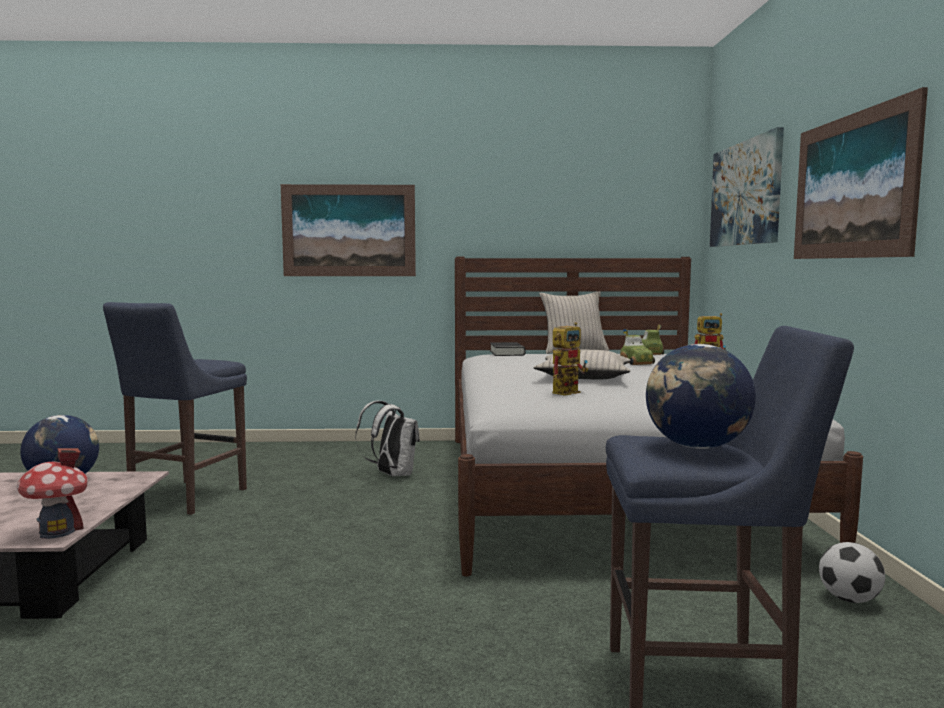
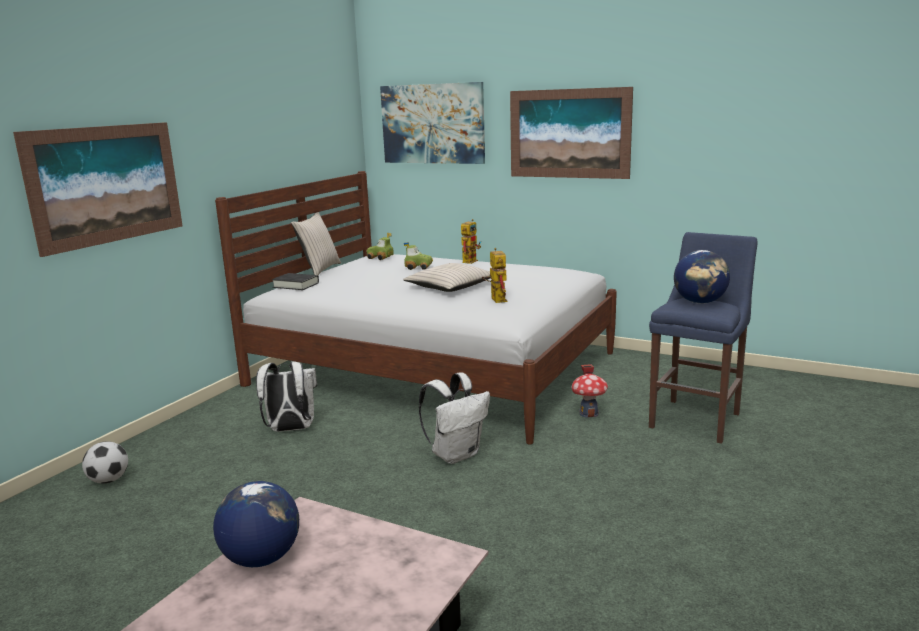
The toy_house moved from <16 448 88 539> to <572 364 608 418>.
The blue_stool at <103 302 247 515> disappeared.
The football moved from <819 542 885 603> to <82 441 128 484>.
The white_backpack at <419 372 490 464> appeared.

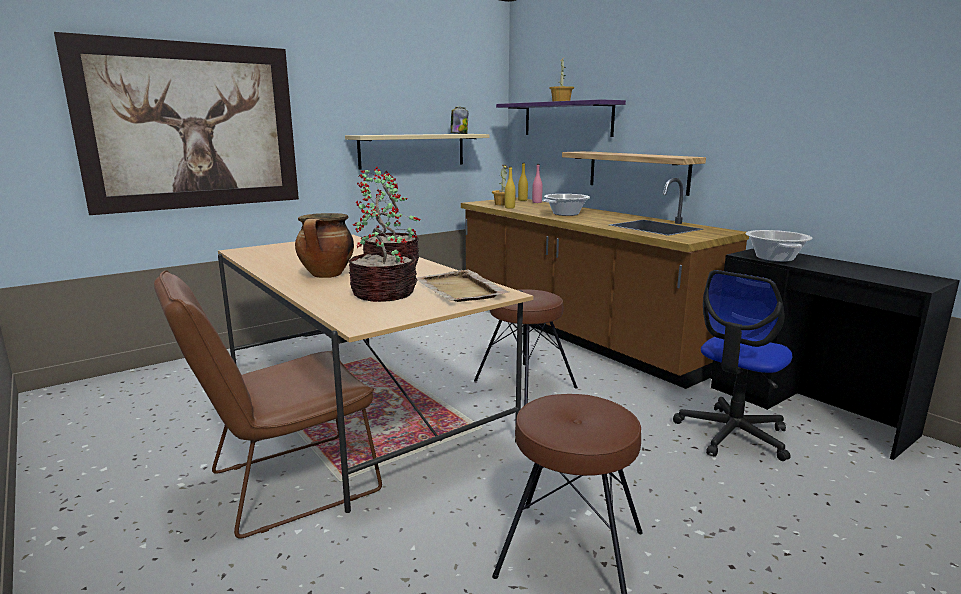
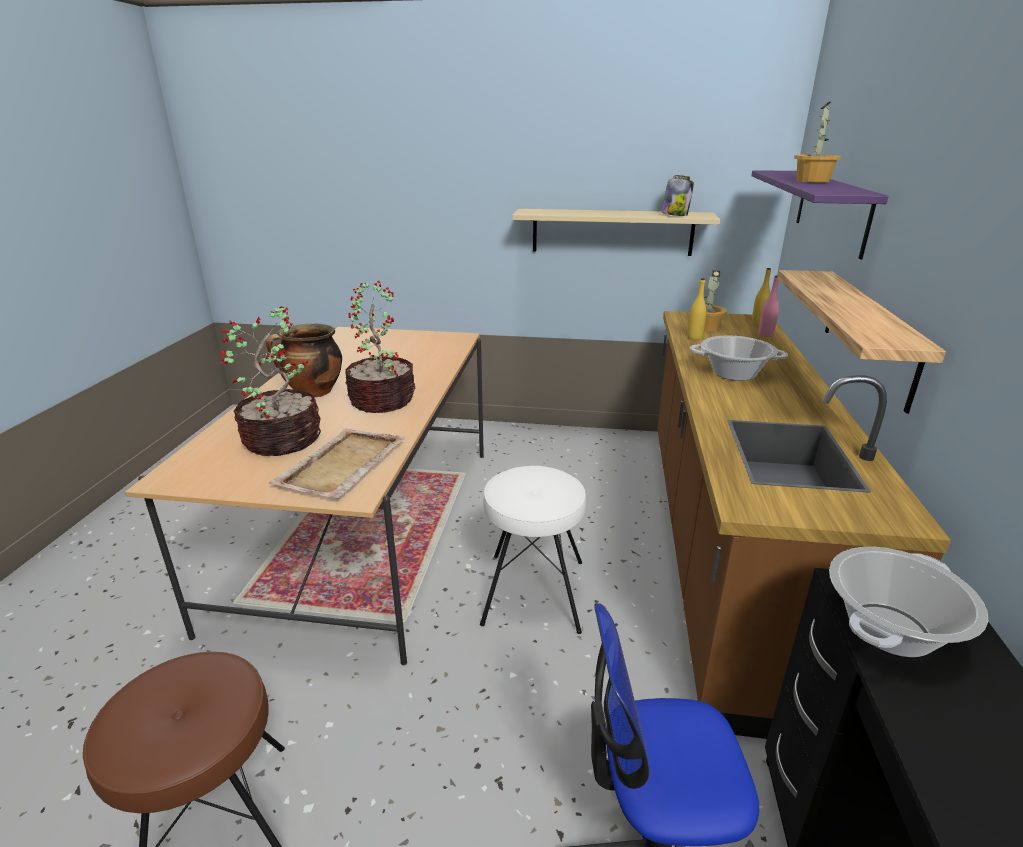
The picture at <54 32 299 215> disappeared.
The brown_chair at <154 270 382 539> disappeared.
The brown_stool at <474 289 578 405> became the white_stool at <480 466 586 634>.

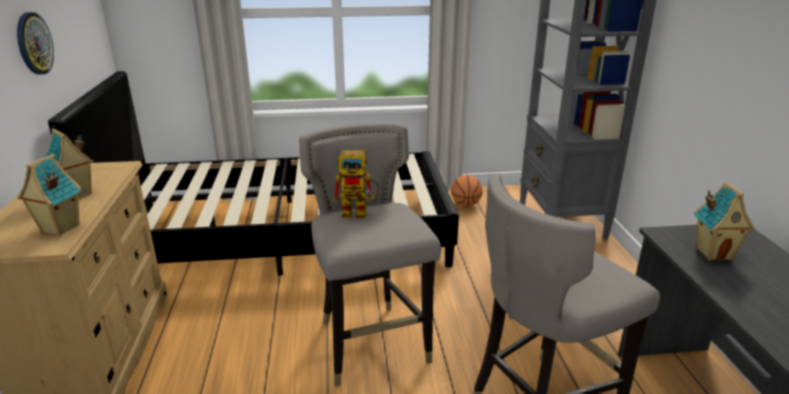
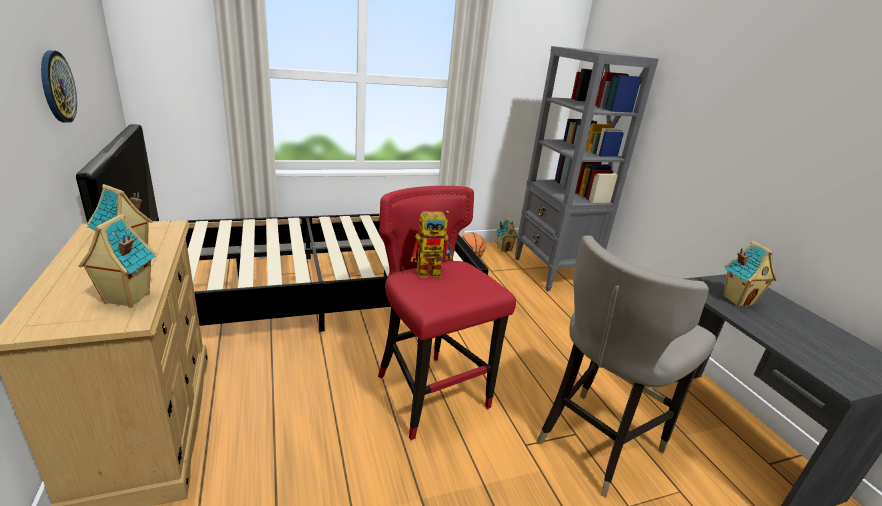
The grey_stool at <299 123 441 387> became the red_stool at <378 186 516 440>.
The toy_house at <496 217 517 252> appeared.

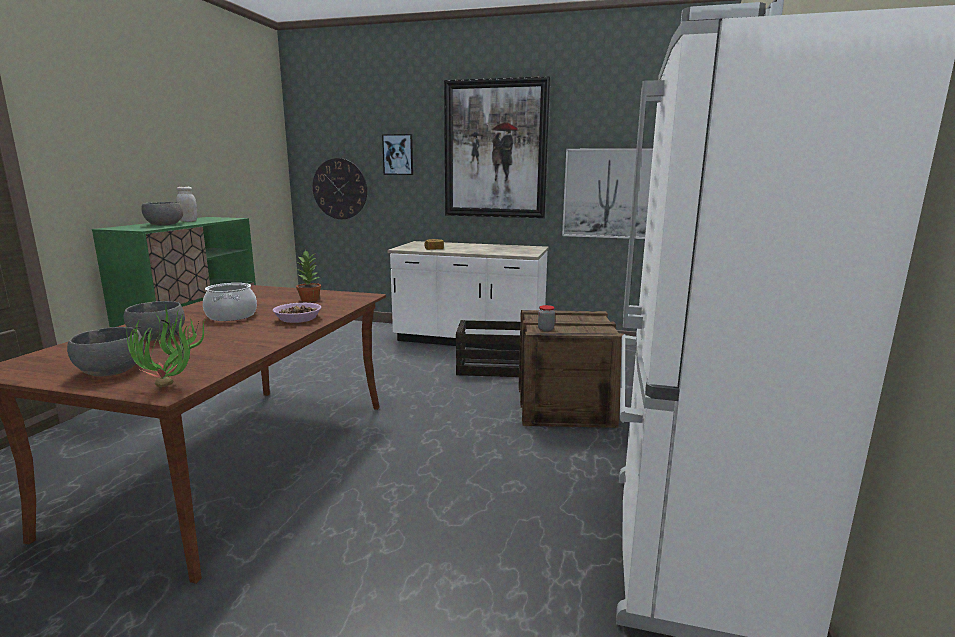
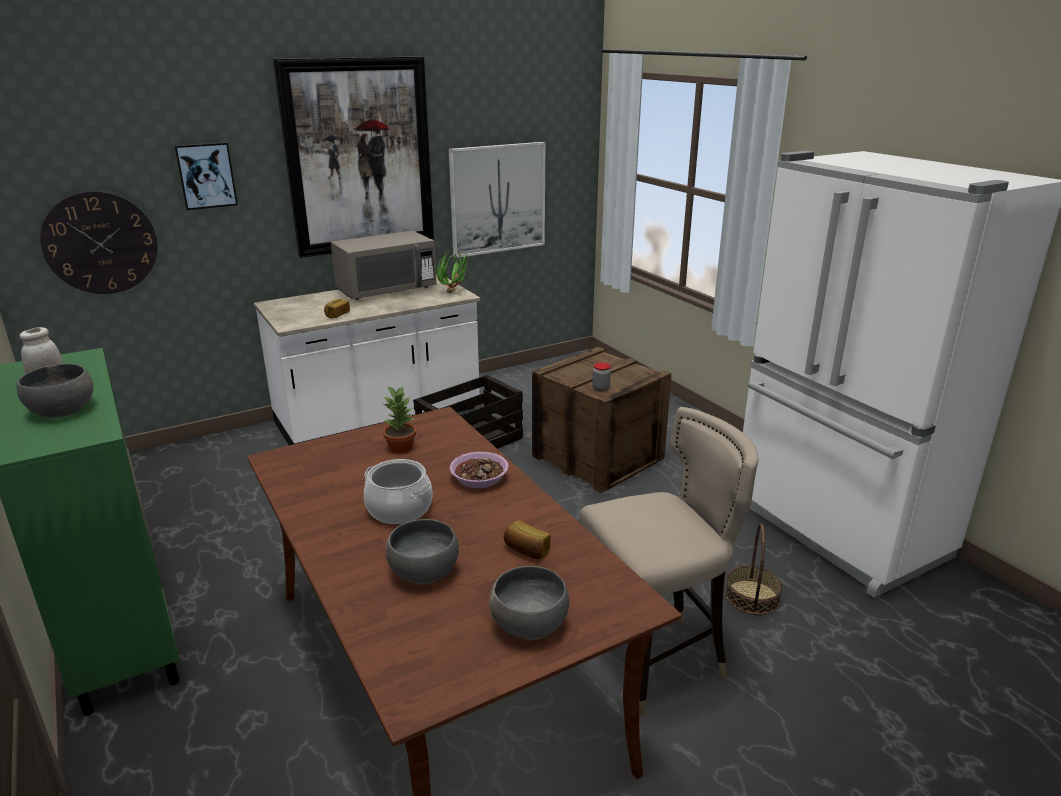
The potted_plant moved from <126 306 204 387> to <436 250 470 293>.
The grey_microwave at <331 231 437 300> appeared.
The bread at <504 520 551 559> appeared.
The beige_stool at <579 407 759 716> appeared.
The basket at <725 523 782 615> appeared.

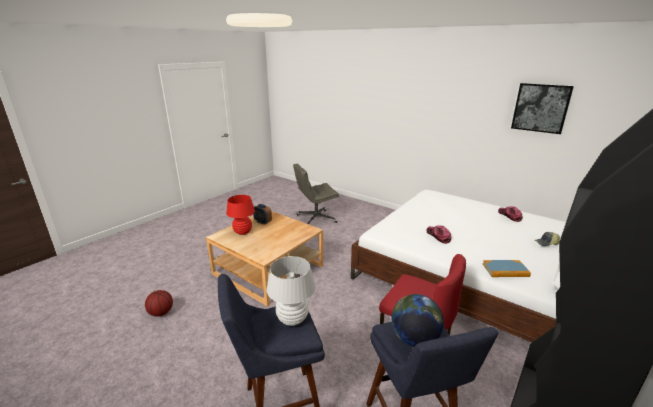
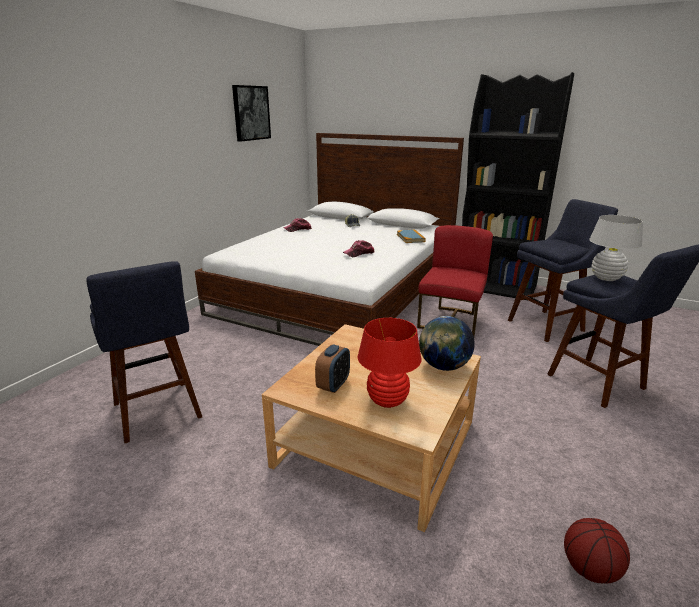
The grey_office_chair at <293 164 339 224> was replaced by the blue_stool at <86 261 202 443>.
The globe moved from <391 294 444 347> to <419 316 475 371>.

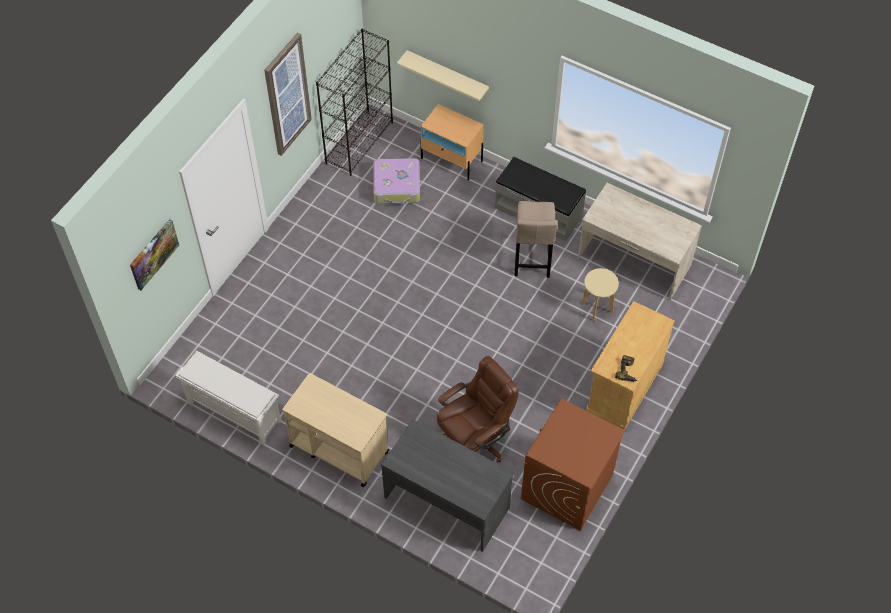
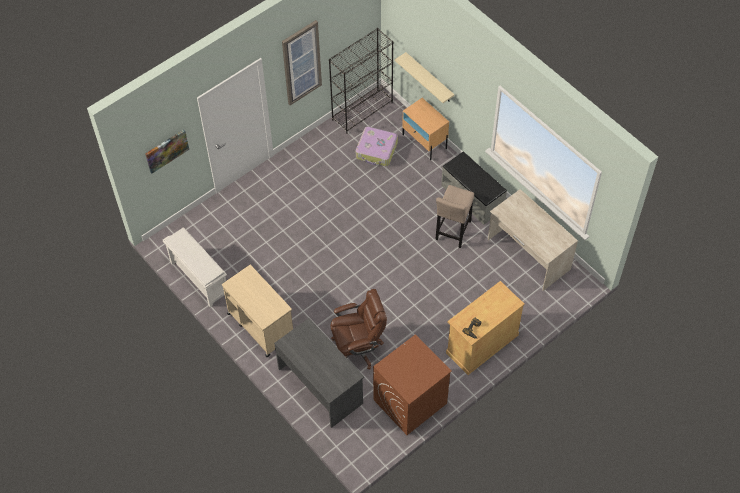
The beige_stool at <581 268 619 322> disappeared.

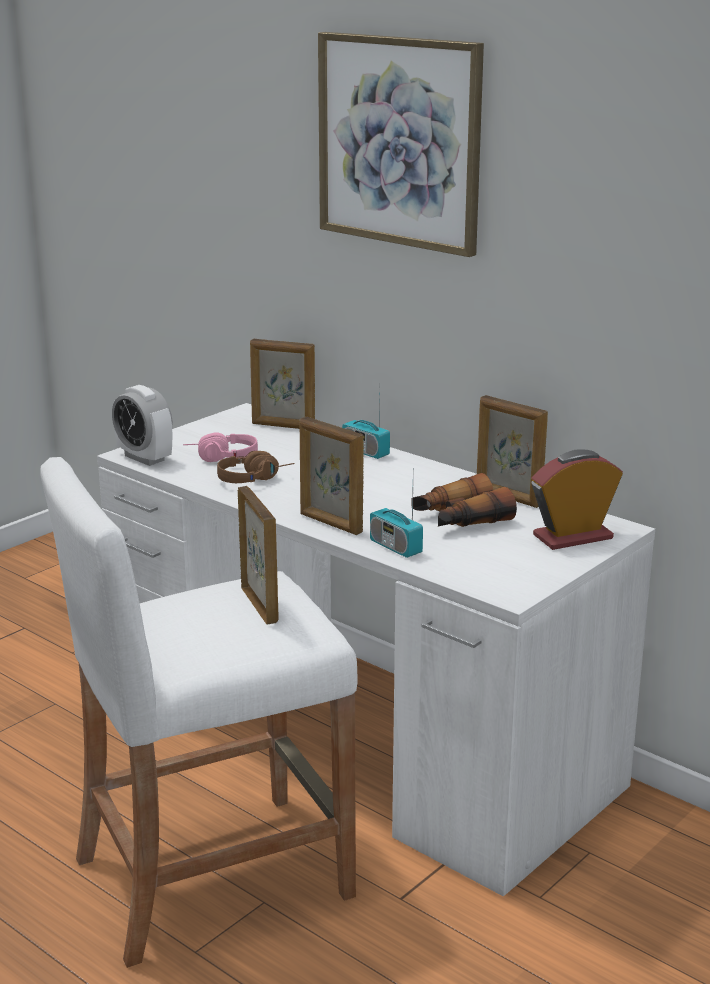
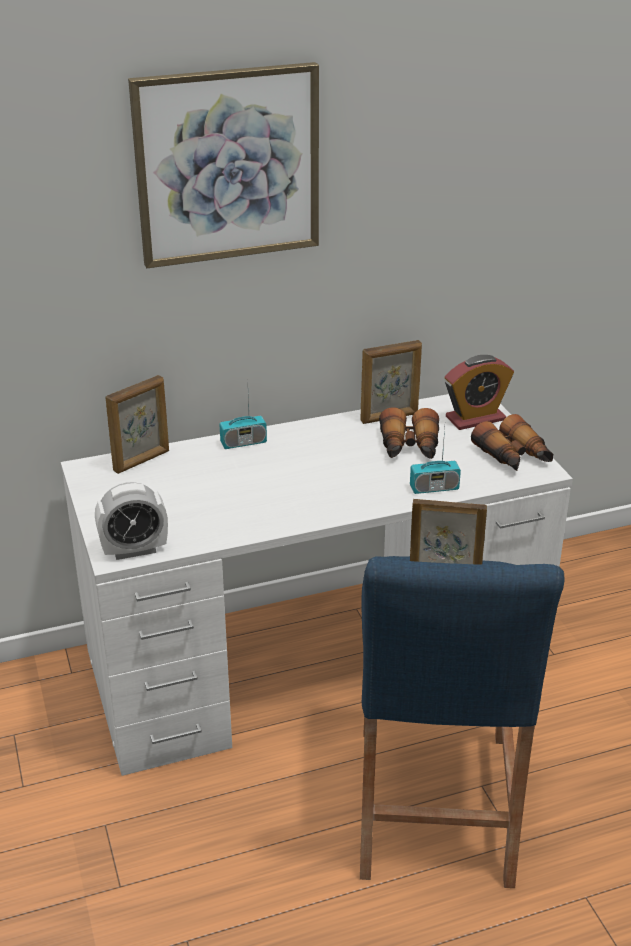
The white_stool at <40 457 358 968> became the blue_stool at <360 556 565 888>.
The pink_headphones at <183 432 258 462> disappeared.
The brown_headphones at <217 451 295 483> disappeared.
The picture_frame at <299 417 364 535> disappeared.
The alarm_clock at <531 449 623 550> turned 120 degrees counterclockwise.
The binoculars at <471 414 553 471> appeared.

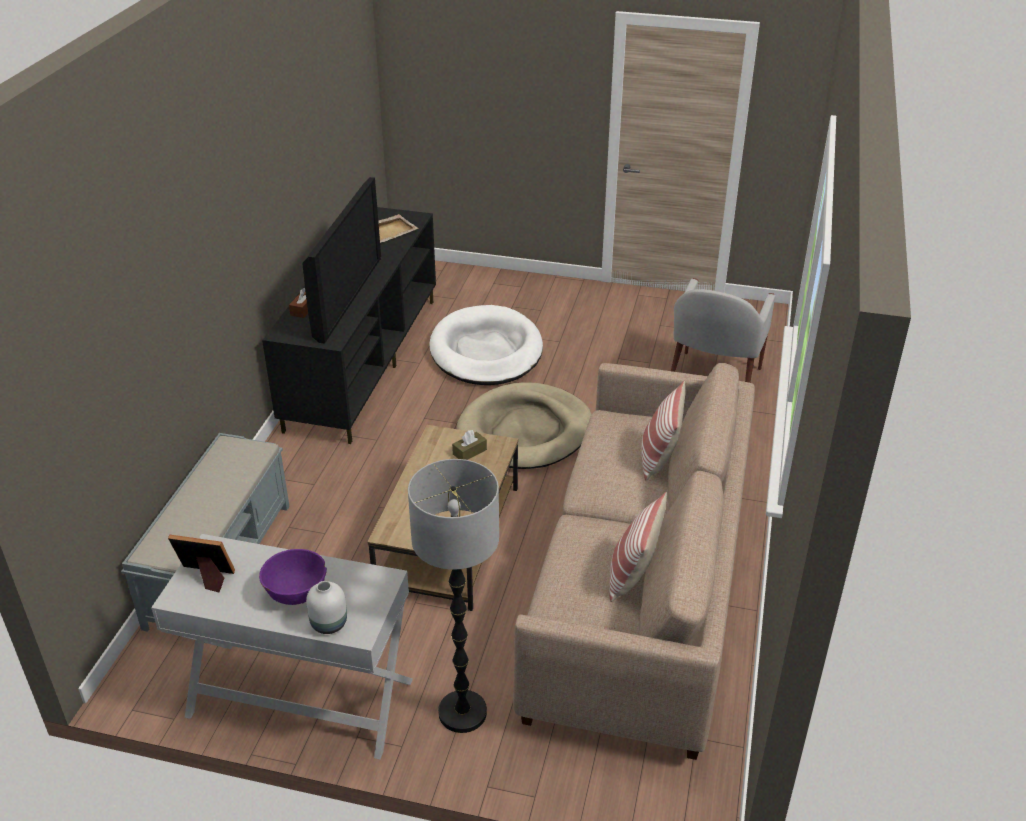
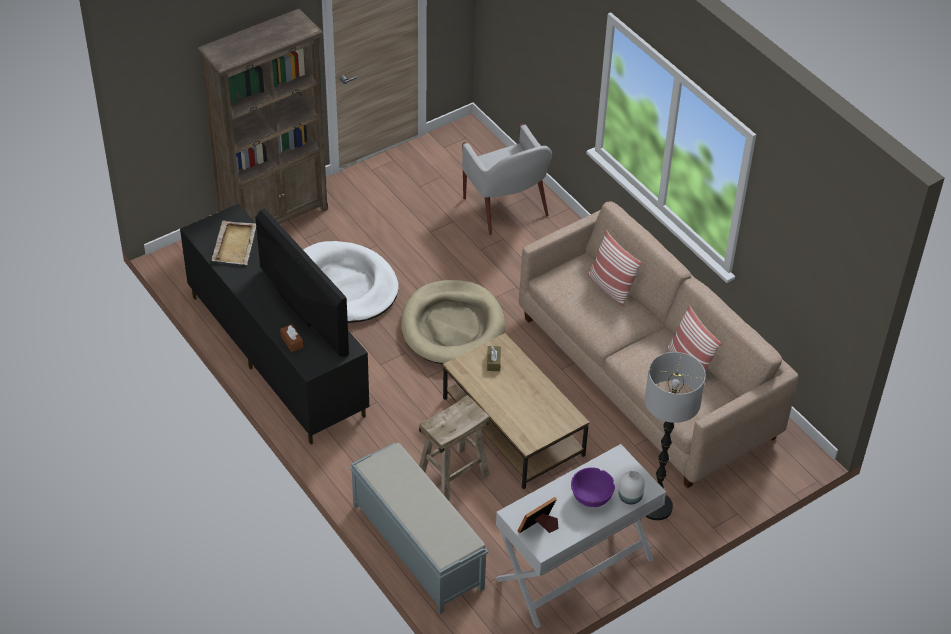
The brown_bookcase at <197 9 328 224> appeared.
The beige_stool at <419 395 490 501> appeared.

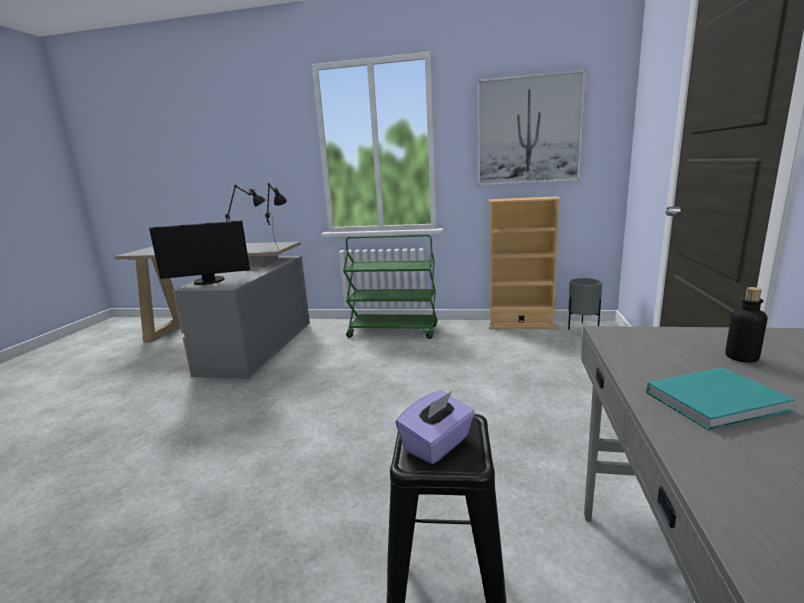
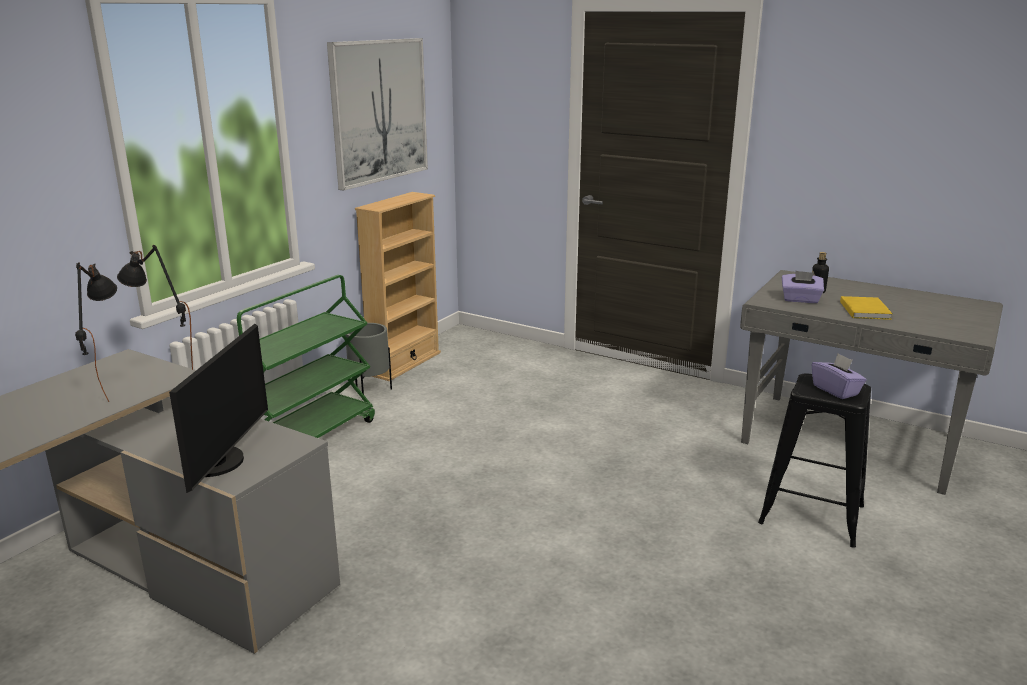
The grey_planter moved from <568 278 602 329> to <346 323 392 394>.
The turquoise_book at <647 368 795 431> became the yellow_book at <840 296 893 320>.
The purple_tissue_box at <782 271 824 303> appeared.

